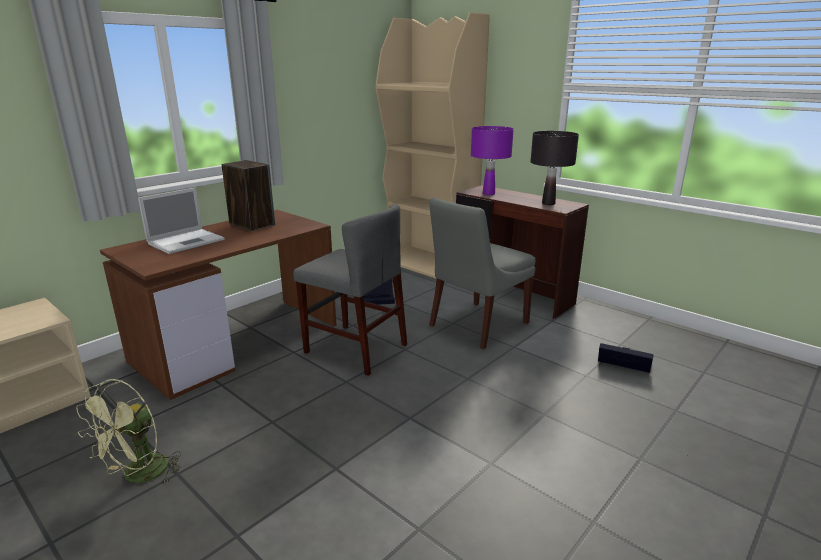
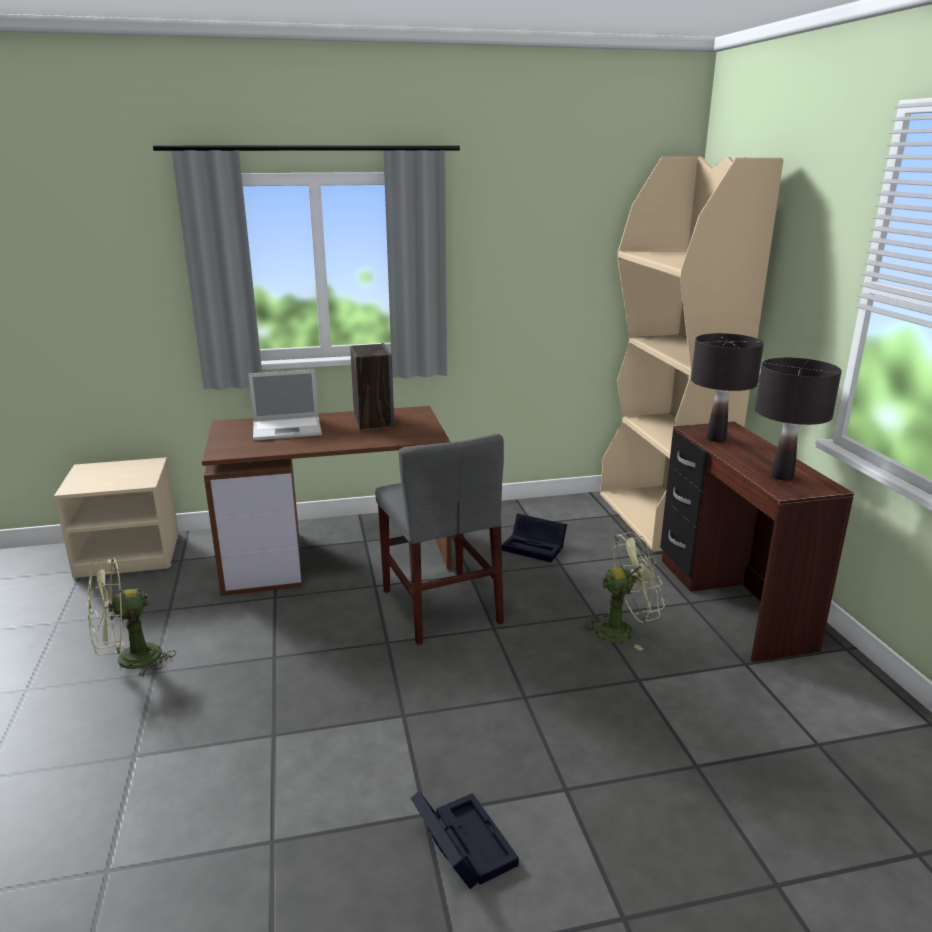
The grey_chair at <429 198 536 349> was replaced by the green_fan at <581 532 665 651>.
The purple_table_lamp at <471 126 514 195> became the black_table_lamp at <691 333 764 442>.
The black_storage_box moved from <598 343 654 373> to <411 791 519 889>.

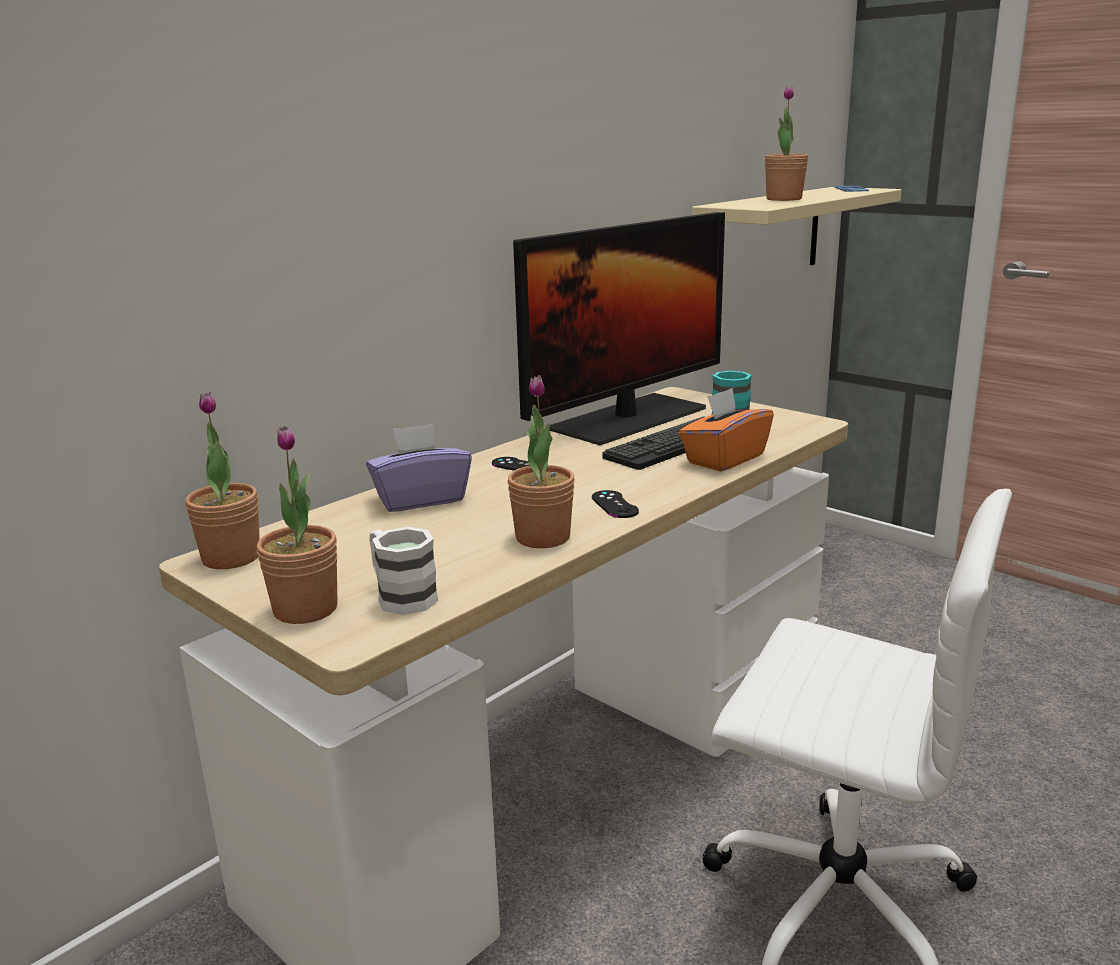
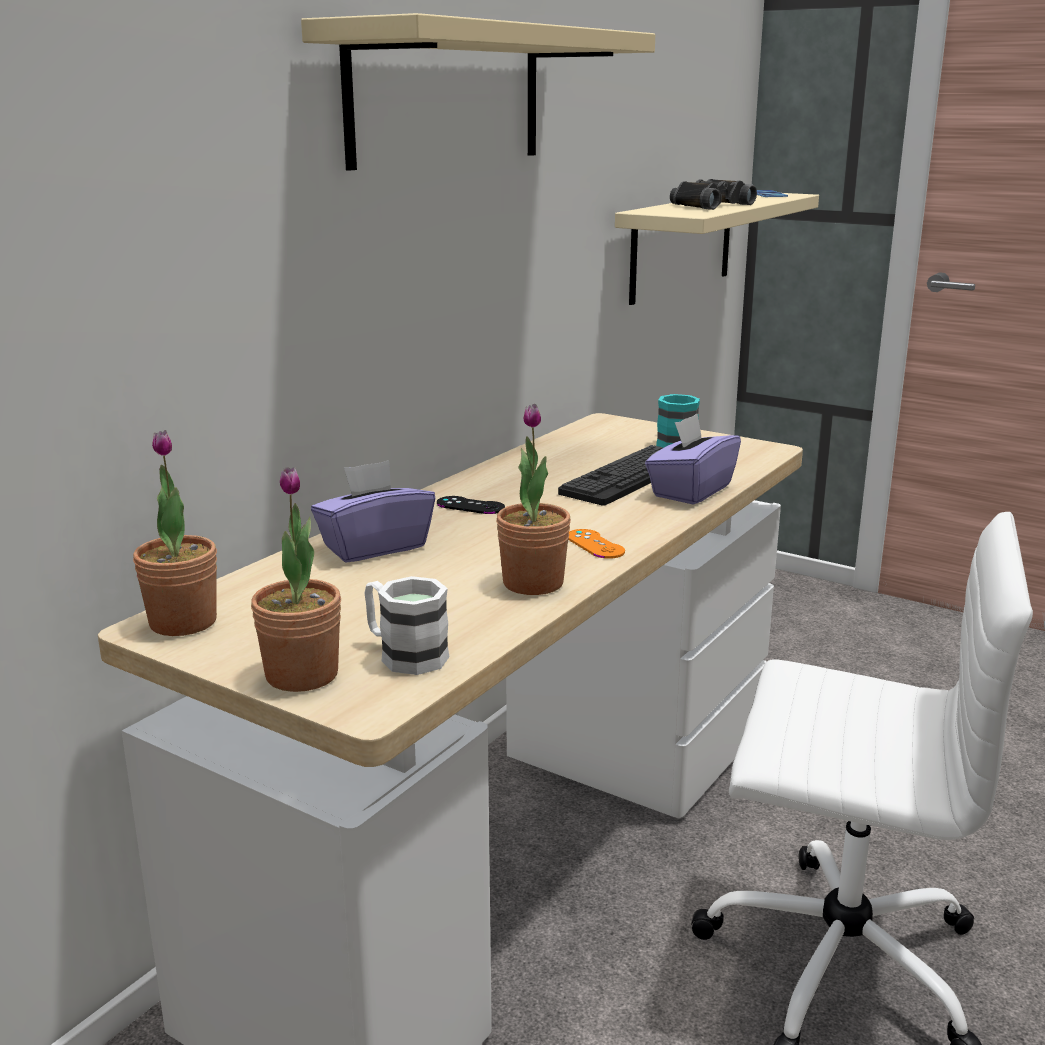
The monitor at <513 212 725 445> disappeared.
The black_game_controller at <592 490 639 518> became the orange_game_controller at <568 529 625 559>.
The orange_tissue_box at <679 388 774 472> became the purple_tissue_box at <645 414 741 505>.
The potted_plant at <765 86 808 201> was replaced by the black_binoculars at <670 179 757 210>.
The beige_shelf at <301 13 655 171> appeared.

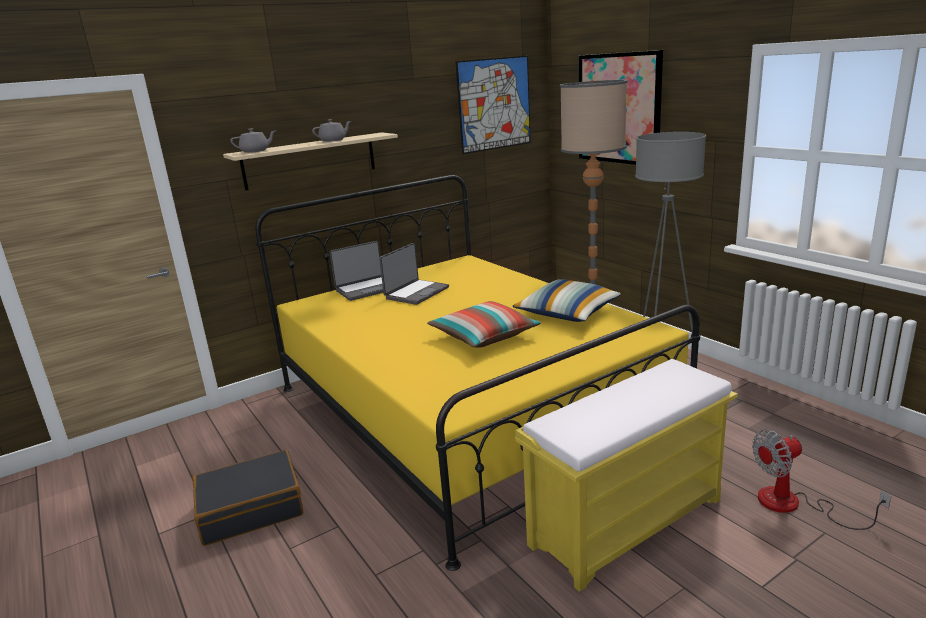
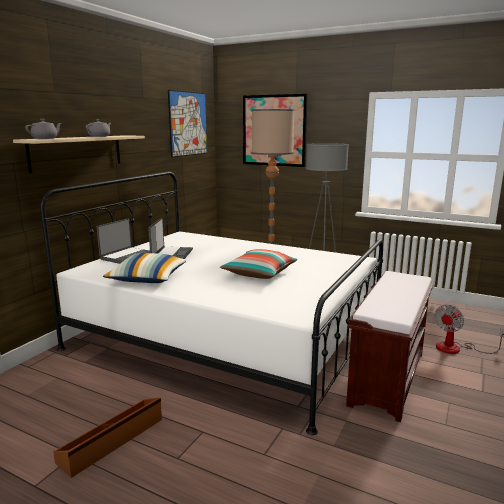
The black_suitcase at <192 450 303 546> was replaced by the brown_storage_box at <53 397 162 478>.
The yellow_bed at <255 175 700 571> became the white_bed at <40 171 383 435>.
The pillow moved from <513 279 621 322> to <103 253 187 283>.
The yellow_bench at <515 359 738 592> became the brown_bench at <346 271 433 422>.

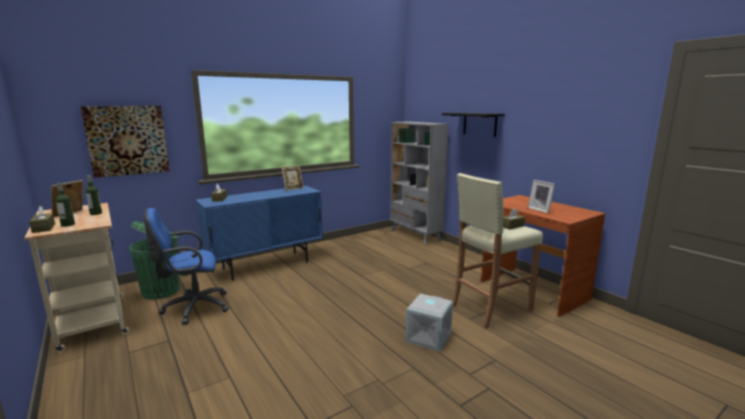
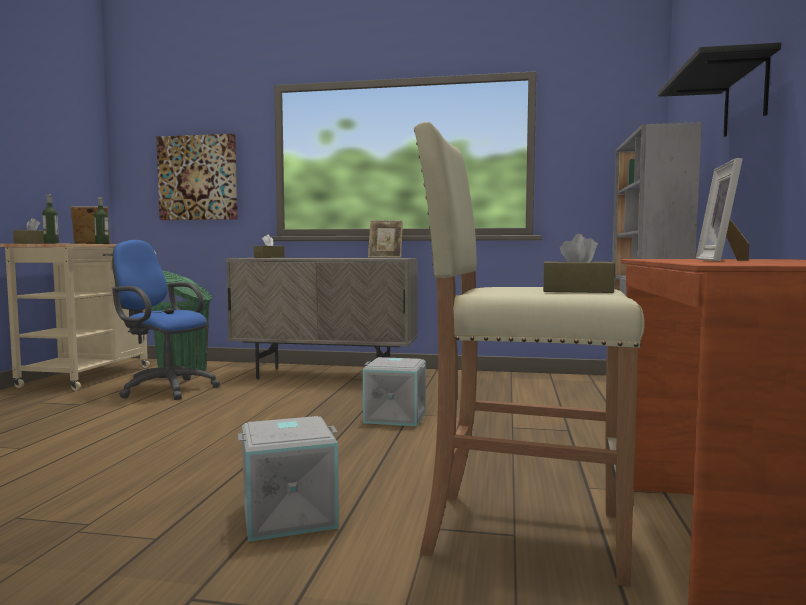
The blue_cabinet at <196 186 323 281> became the beige_cabinet at <226 258 417 379>.
The grey_storage_box at <363 357 426 426> appeared.

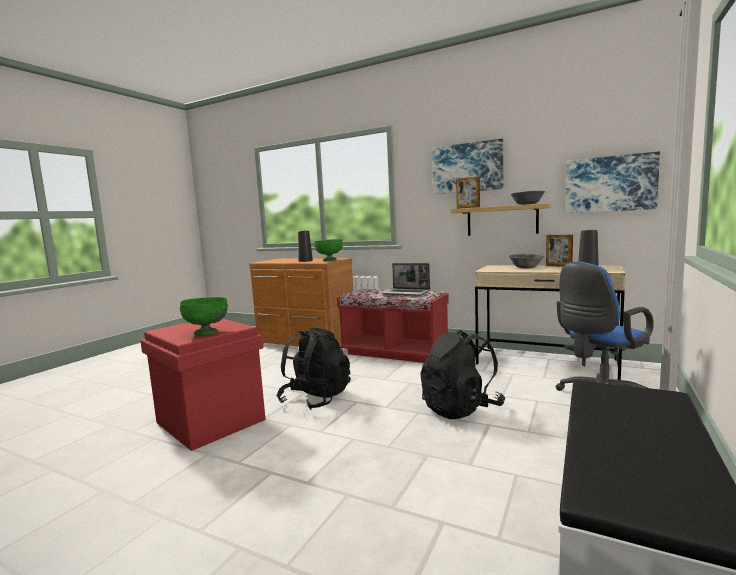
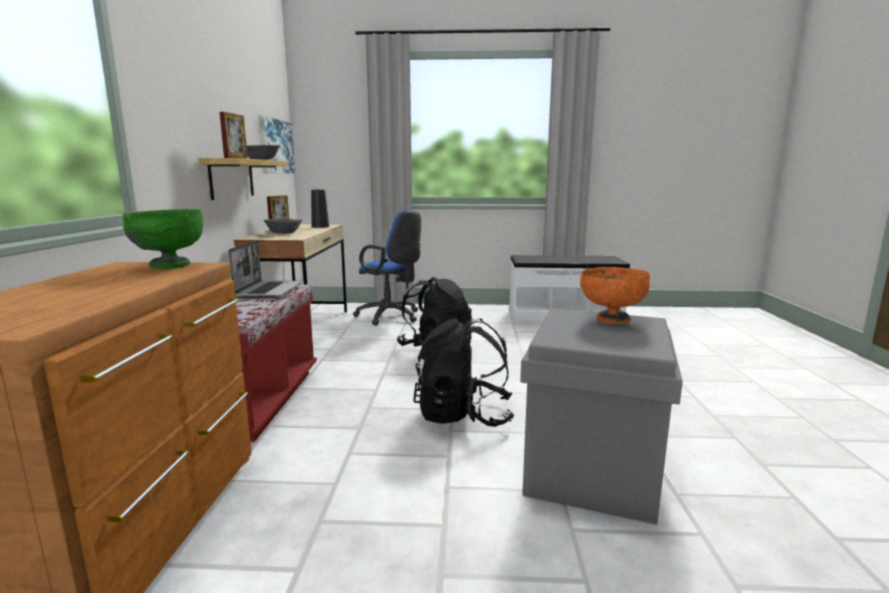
The red_storage_box at <140 319 266 451> became the grey_storage_box at <520 308 683 525>.
The green_bowl at <180 297 228 336> became the orange_bowl at <580 267 650 324>.
The black_vase at <298 231 313 262> disappeared.
The picture at <432 139 503 194> disappeared.

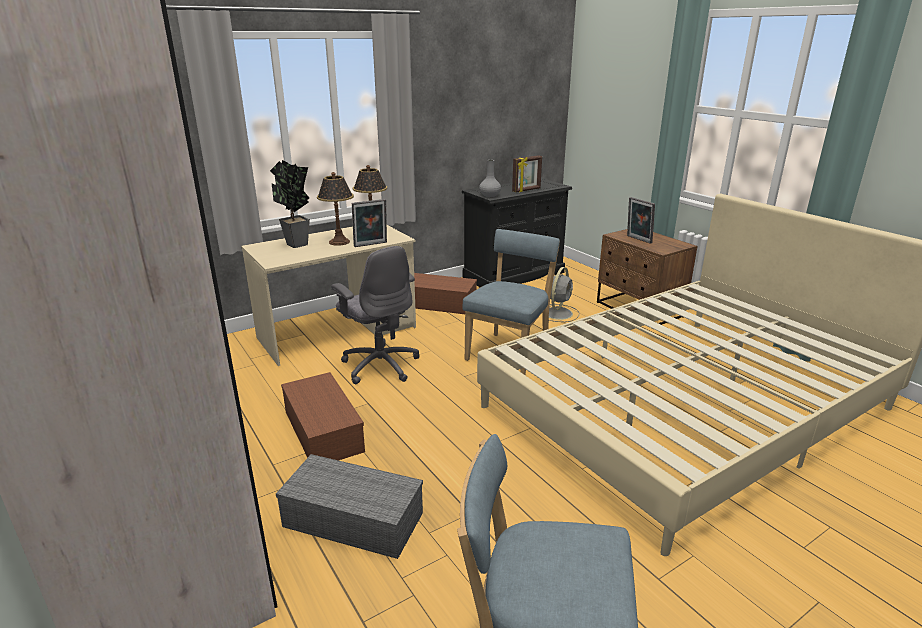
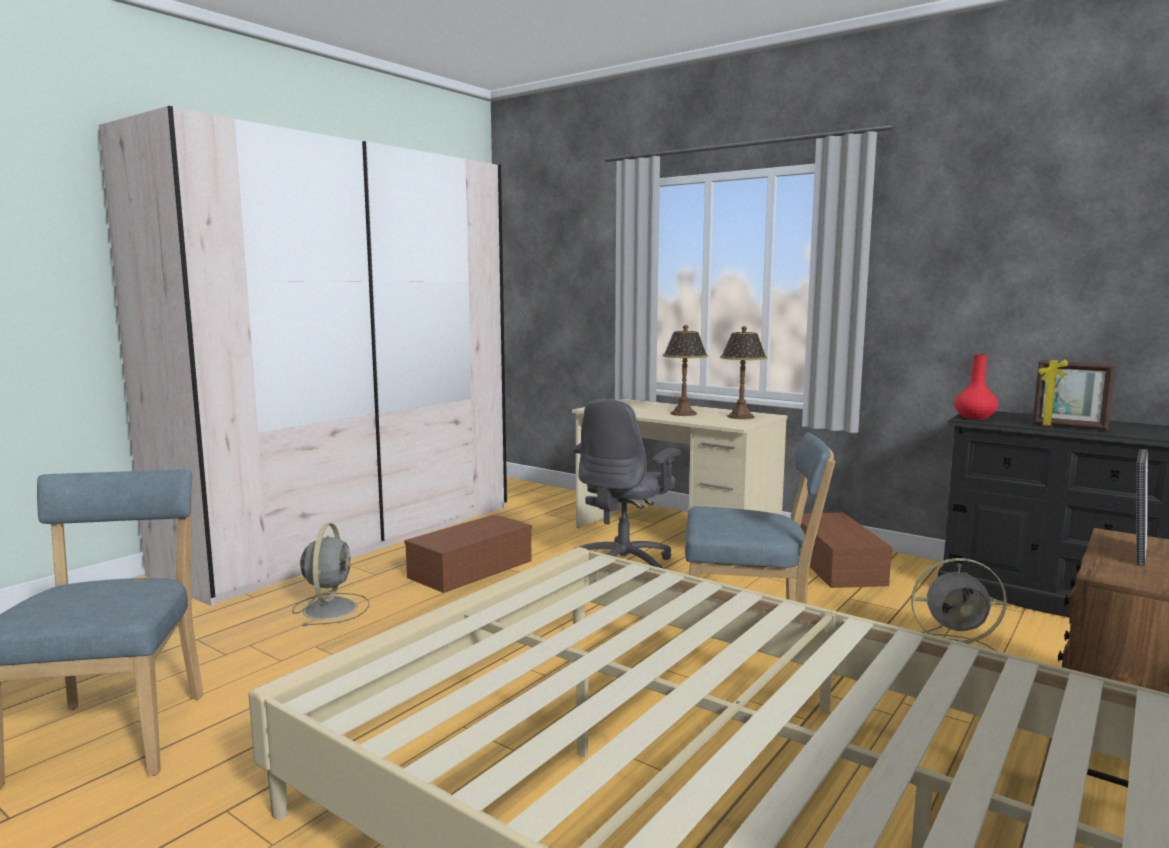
The potted_plant at <270 160 310 248> disappeared.
The grey_storage_box at <276 454 423 559> was replaced by the grey_fan at <292 523 369 626>.
The picture_frame at <352 199 387 247> disappeared.
The grey_vase at <479 160 501 197> became the red_vase at <954 354 998 420>.

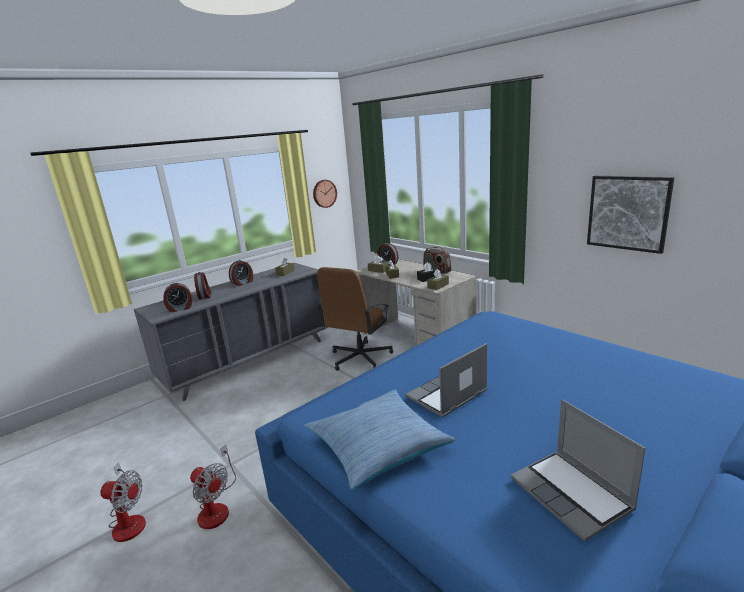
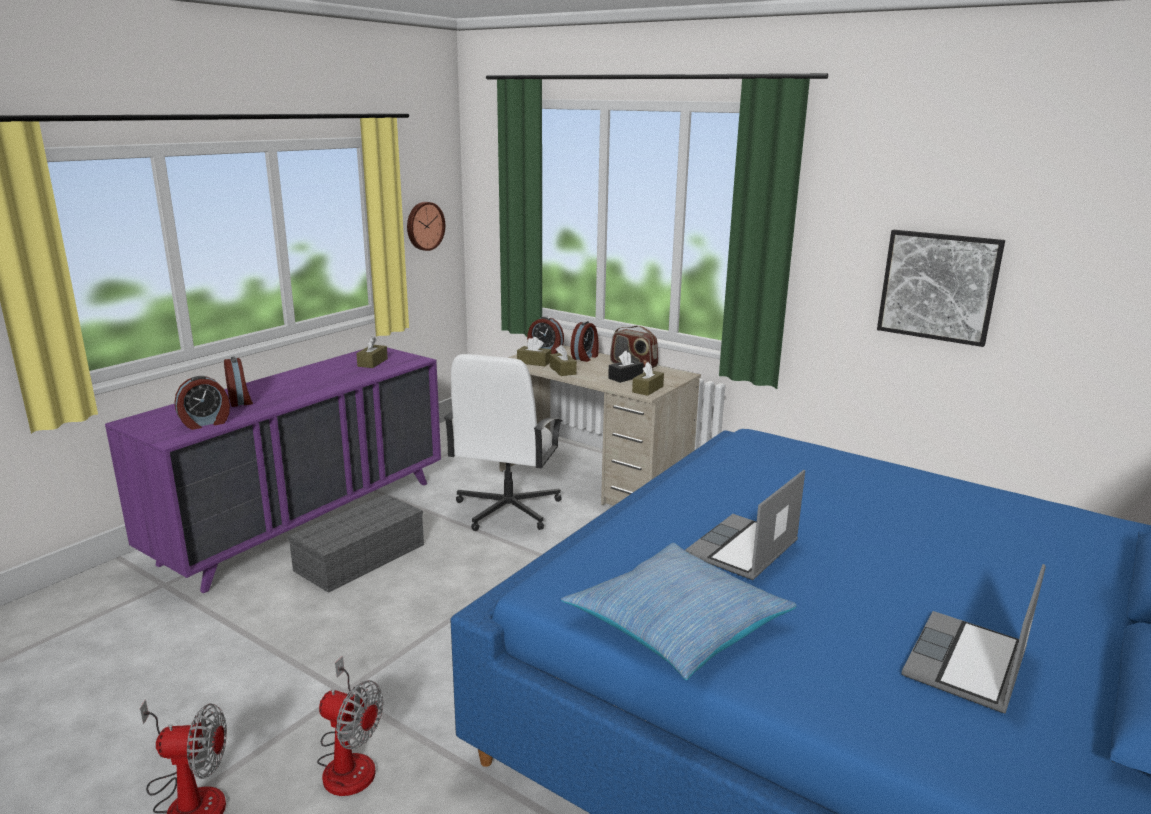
The grey_dresser at <134 263 328 401> became the purple_dresser at <105 347 441 593>.
The alarm_clock moved from <229 260 253 286> to <571 321 599 362>.
The brown_office_chair at <317 267 393 370> became the white_office_chair at <444 354 562 531>.
The laptop at <511 399 645 542> turned 75 degrees clockwise.
The grey_storage_box at <287 494 424 593> appeared.

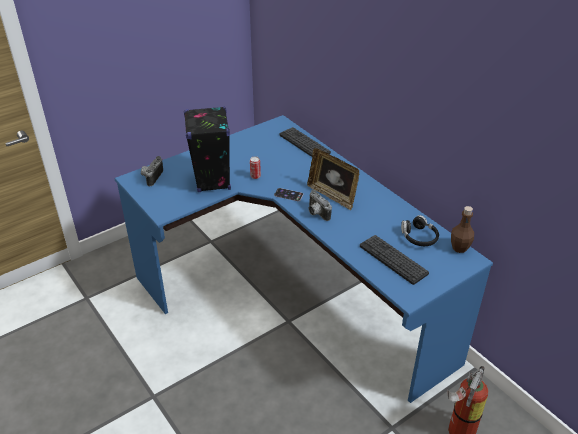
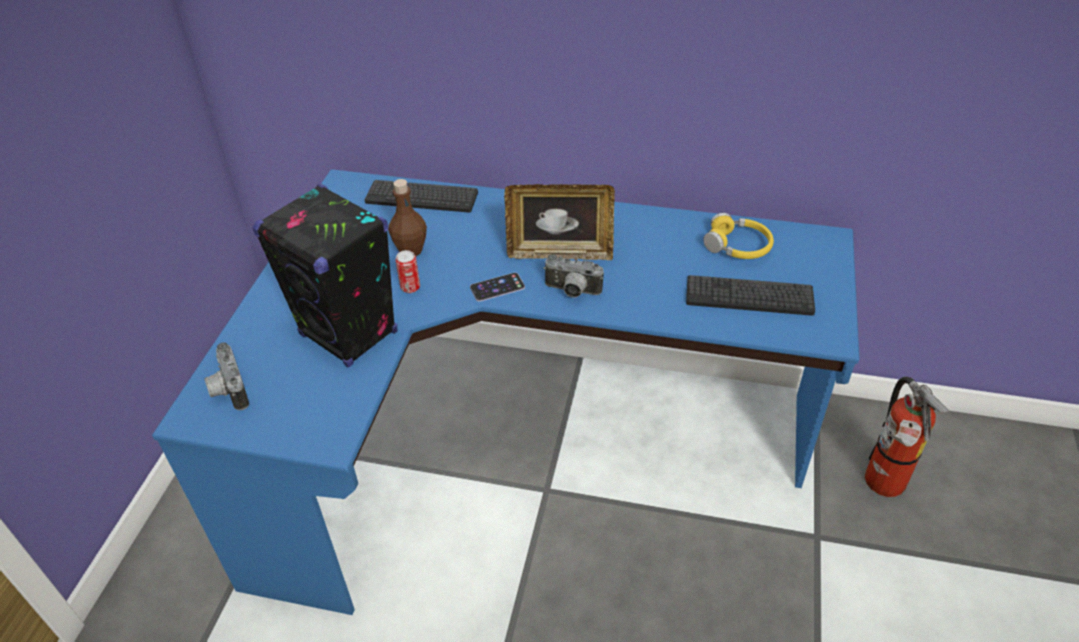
The black_headphones at <401 215 439 246> became the yellow_headphones at <703 213 774 259>.
The brown_bottle moved from <451 206 474 253> to <388 179 427 256>.

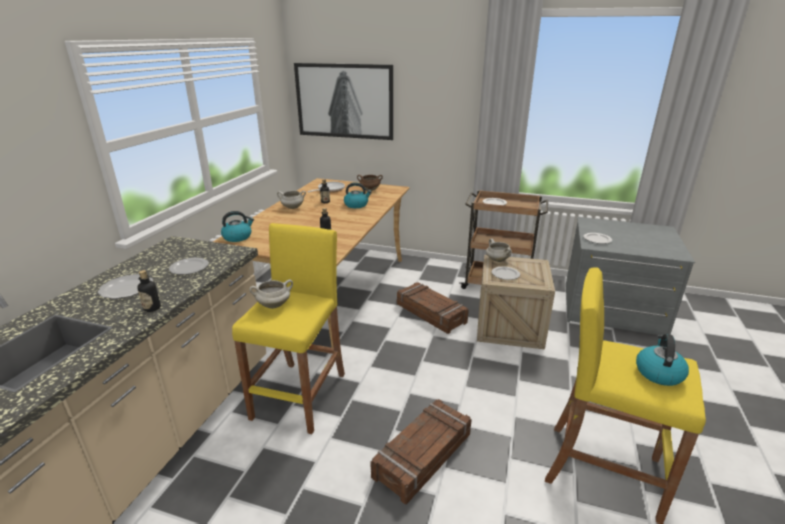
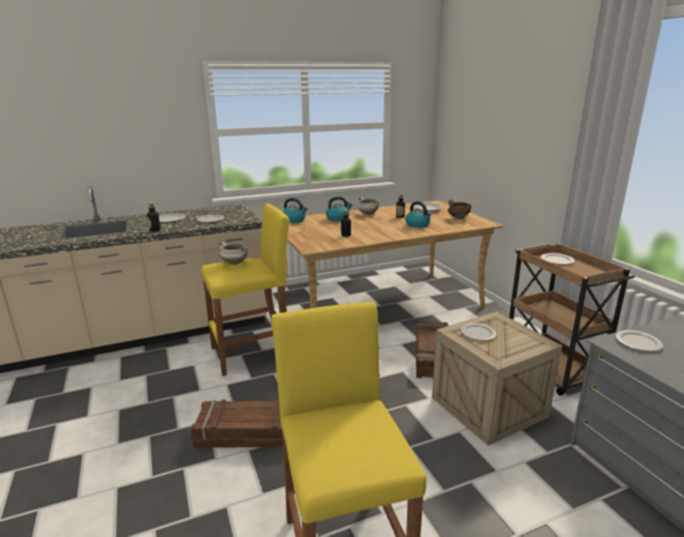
The picture at <294 63 393 140> disappeared.
The white_cooking_pot at <486 239 512 262> disappeared.
The kettle moved from <636 334 689 386> to <326 196 352 221>.

